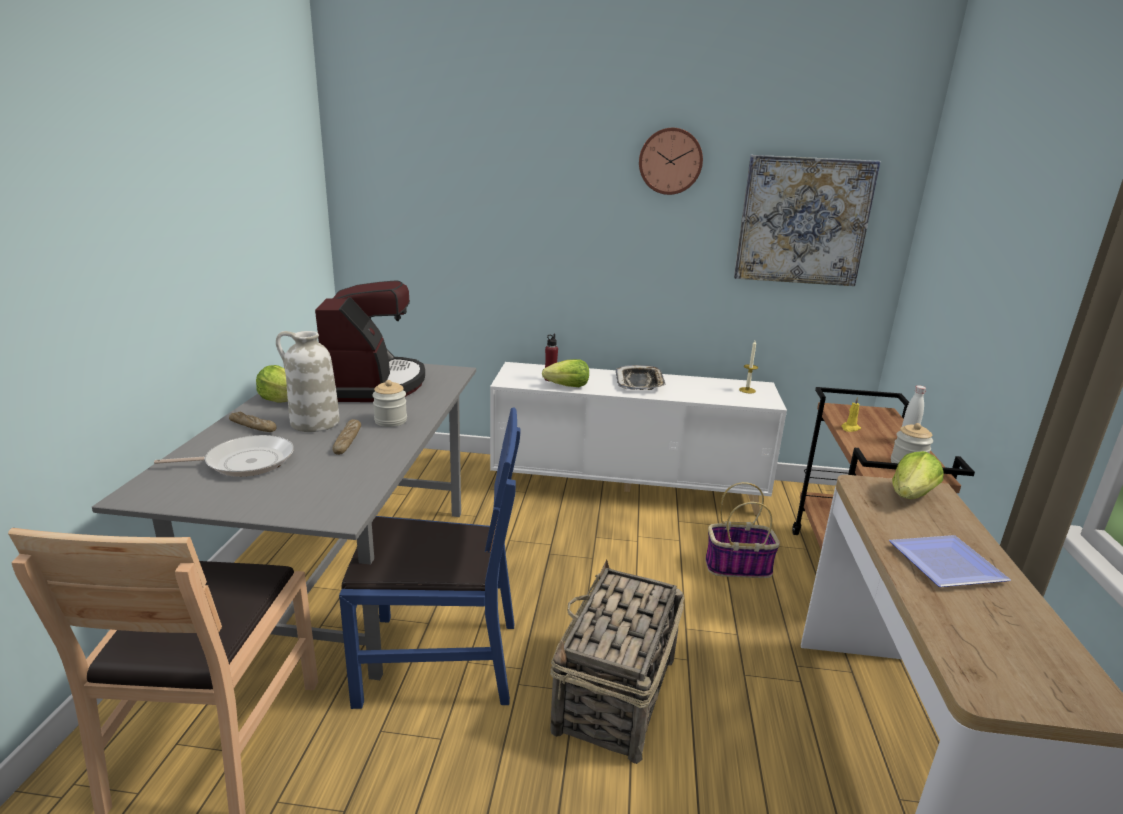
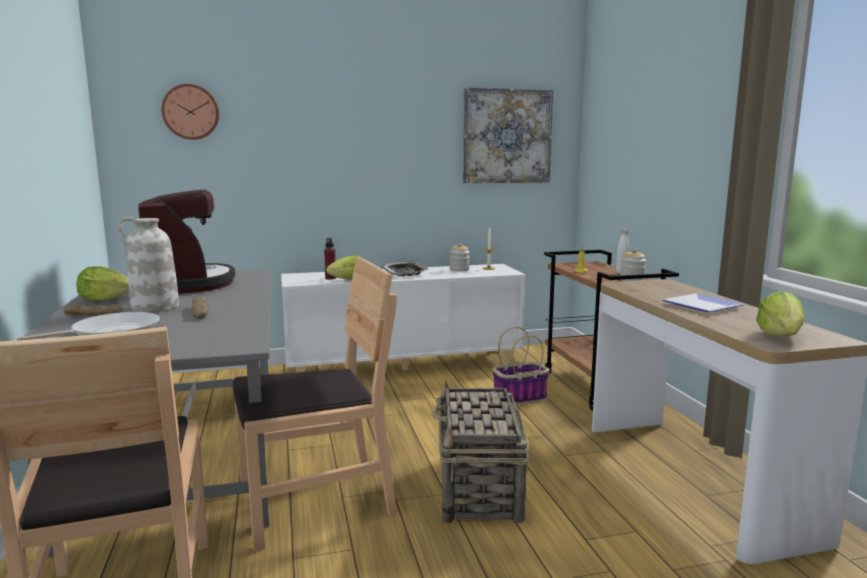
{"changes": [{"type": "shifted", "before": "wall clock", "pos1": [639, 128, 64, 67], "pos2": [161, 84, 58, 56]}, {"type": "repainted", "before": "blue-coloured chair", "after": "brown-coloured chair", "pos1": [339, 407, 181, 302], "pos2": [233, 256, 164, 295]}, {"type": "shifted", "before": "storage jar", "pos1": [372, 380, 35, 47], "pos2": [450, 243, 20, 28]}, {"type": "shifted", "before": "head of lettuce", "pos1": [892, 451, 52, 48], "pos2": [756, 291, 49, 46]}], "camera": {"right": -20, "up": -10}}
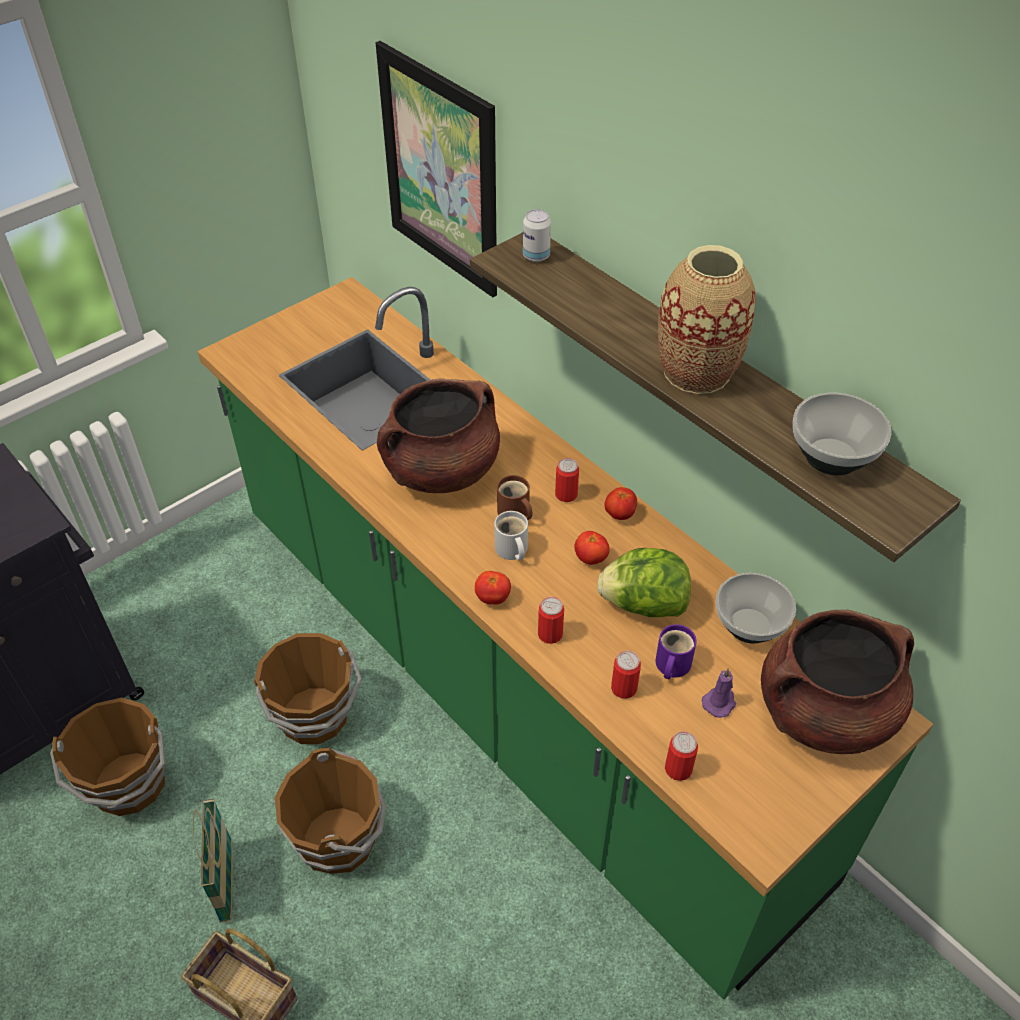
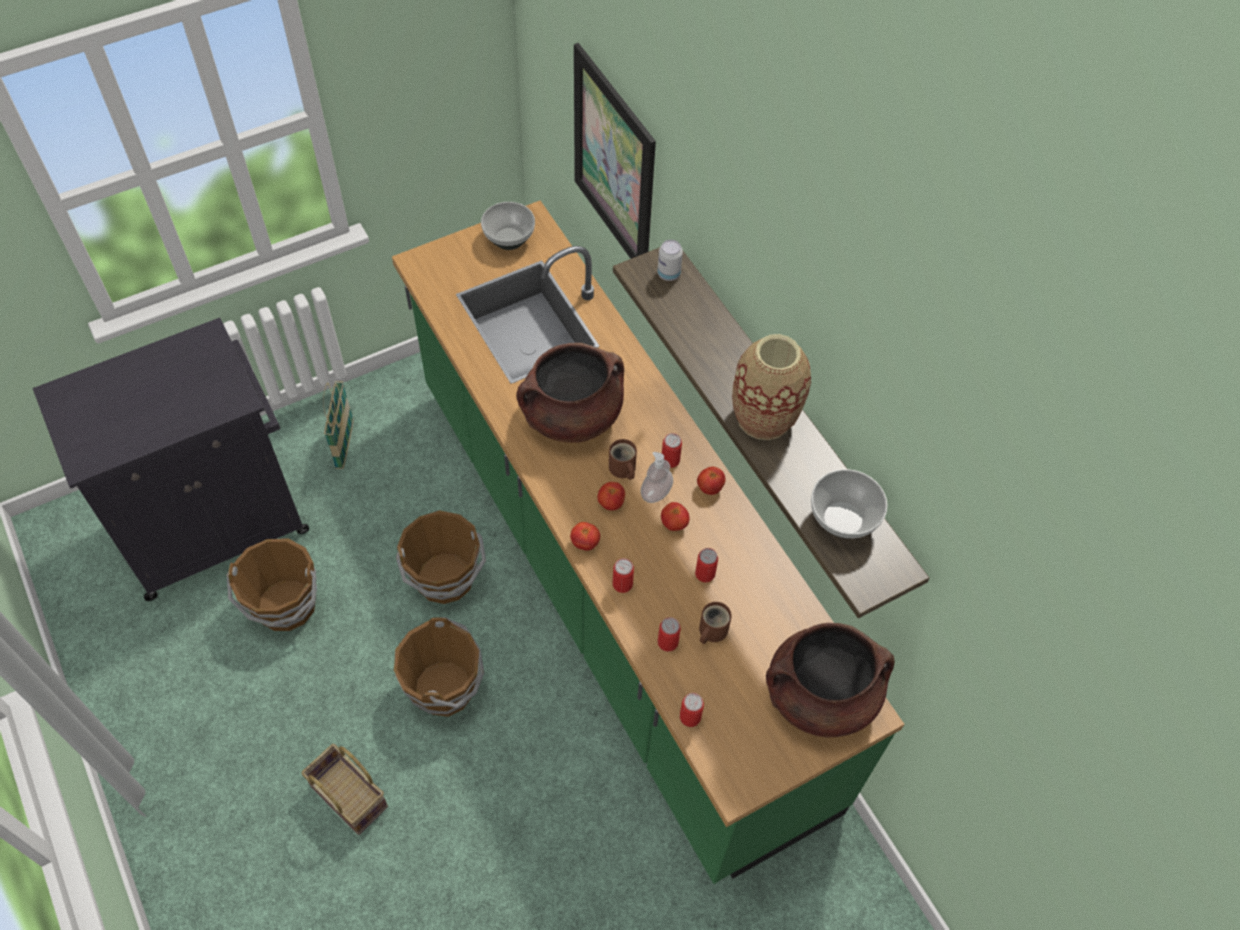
{"changes": [{"type": "shifted", "before": "storage basket", "pos1": [193, 799, 40, 124], "pos2": [323, 381, 31, 88]}, {"type": "shifted", "before": "deep dish", "pos1": [716, 573, 80, 71], "pos2": [481, 202, 54, 48]}, {"type": "swapped", "before": "whitish coffee mug", "after": "whole tomato", "pos1": [494, 511, 34, 49], "pos2": [597, 482, 28, 28]}, {"type": "new", "after": "soap bottle", "pos2": [641, 452, 32, 51]}, {"type": "swapped", "before": "head of lettuce", "after": "can", "pos1": [597, 548, 94, 69], "pos2": [695, 548, 23, 34]}, {"type": "repainted", "before": "purple-coloured coffee mug", "after": "brown-coloured coffee mug", "pos1": [656, 624, 41, 55], "pos2": [699, 602, 33, 42]}, {"type": "gone", "before": "purple-coloured candle", "pos1": [702, 668, 34, 50]}], "camera": {"right": 10, "up": 10}}
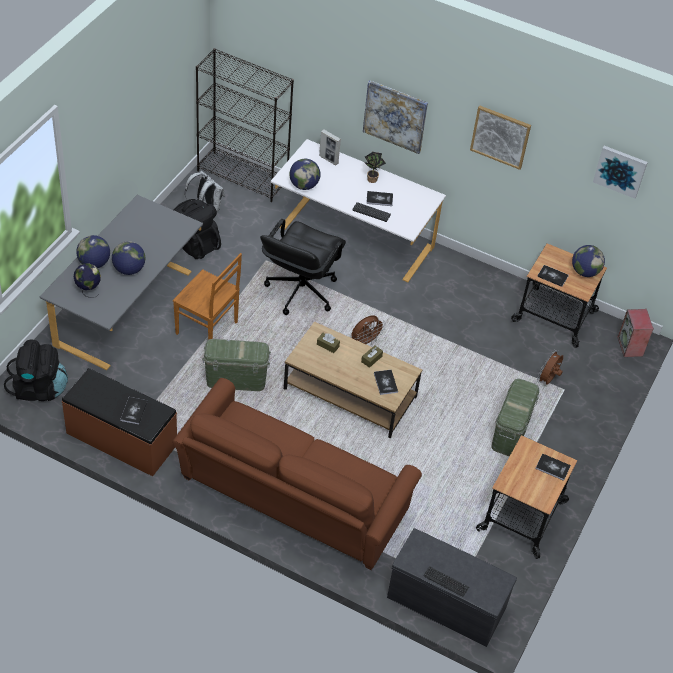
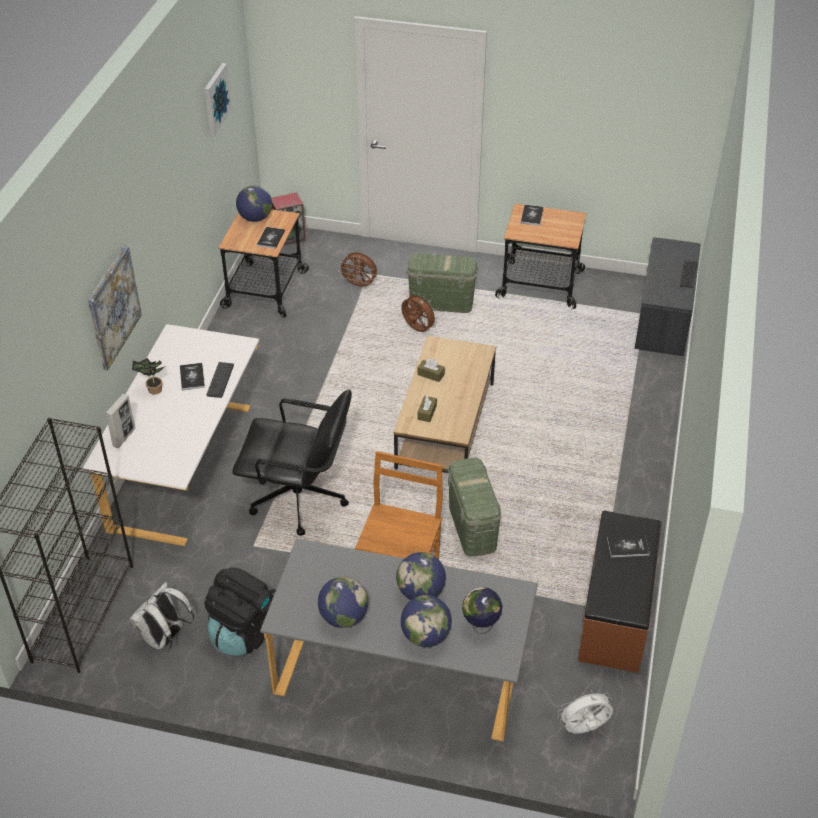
{"changes": [{"type": "shifted", "before": "world globe", "pos1": [289, 159, 32, 31], "pos2": [318, 577, 50, 51]}, {"type": "shifted", "before": "brown-coloured cooling fan", "pos1": [351, 315, 34, 29], "pos2": [401, 292, 37, 40]}, {"type": "swapped", "before": "blackish knapsack", "after": "whitish cooling fan", "pos1": [4, 339, 64, 62], "pos2": [557, 689, 56, 45]}, {"type": "gone", "before": "brown-coloured settee", "pos1": [173, 378, 249, 192]}, {"type": "gone", "before": "book", "pos1": [374, 370, 24, 25]}, {"type": "gone", "before": "picture", "pos1": [470, 106, 61, 64]}], "camera": {"right": -100, "up": -5}}
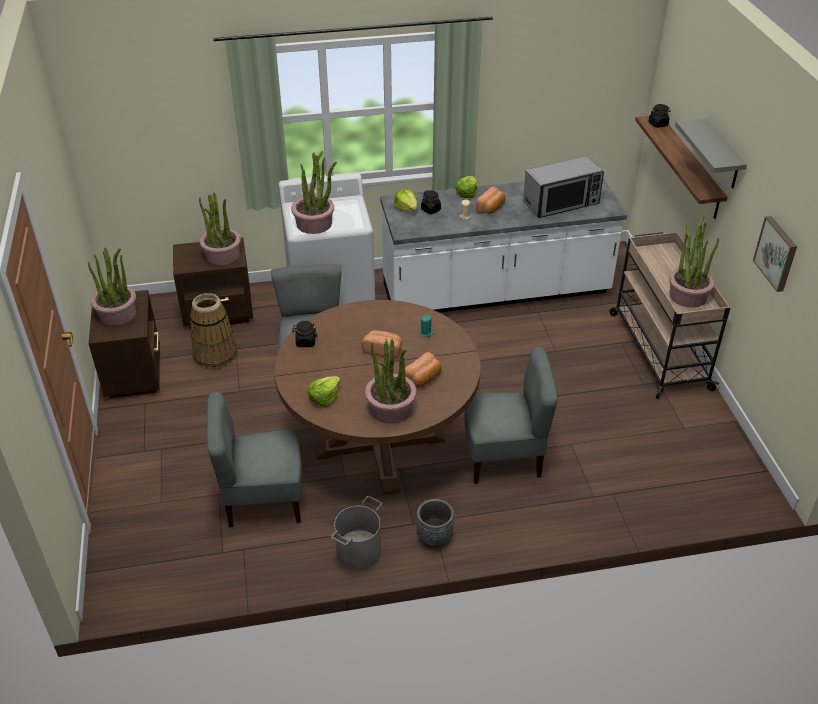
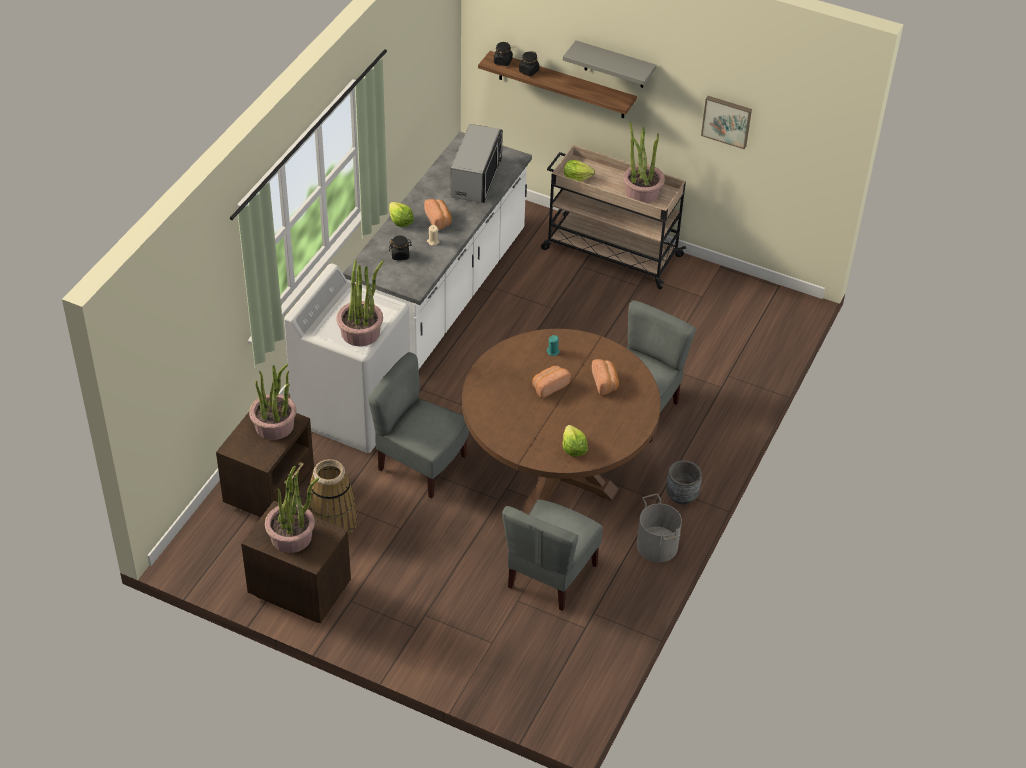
{"changes": [{"type": "shifted", "before": "blackish storage jar", "pos1": [292, 321, 26, 26], "pos2": [519, 51, 20, 25]}, {"type": "shifted", "before": "head of lettuce", "pos1": [394, 189, 23, 22], "pos2": [564, 160, 31, 21]}, {"type": "gone", "before": "plant in a pot", "pos1": [365, 338, 52, 86]}], "camera": {"right": -55, "up": 5}}
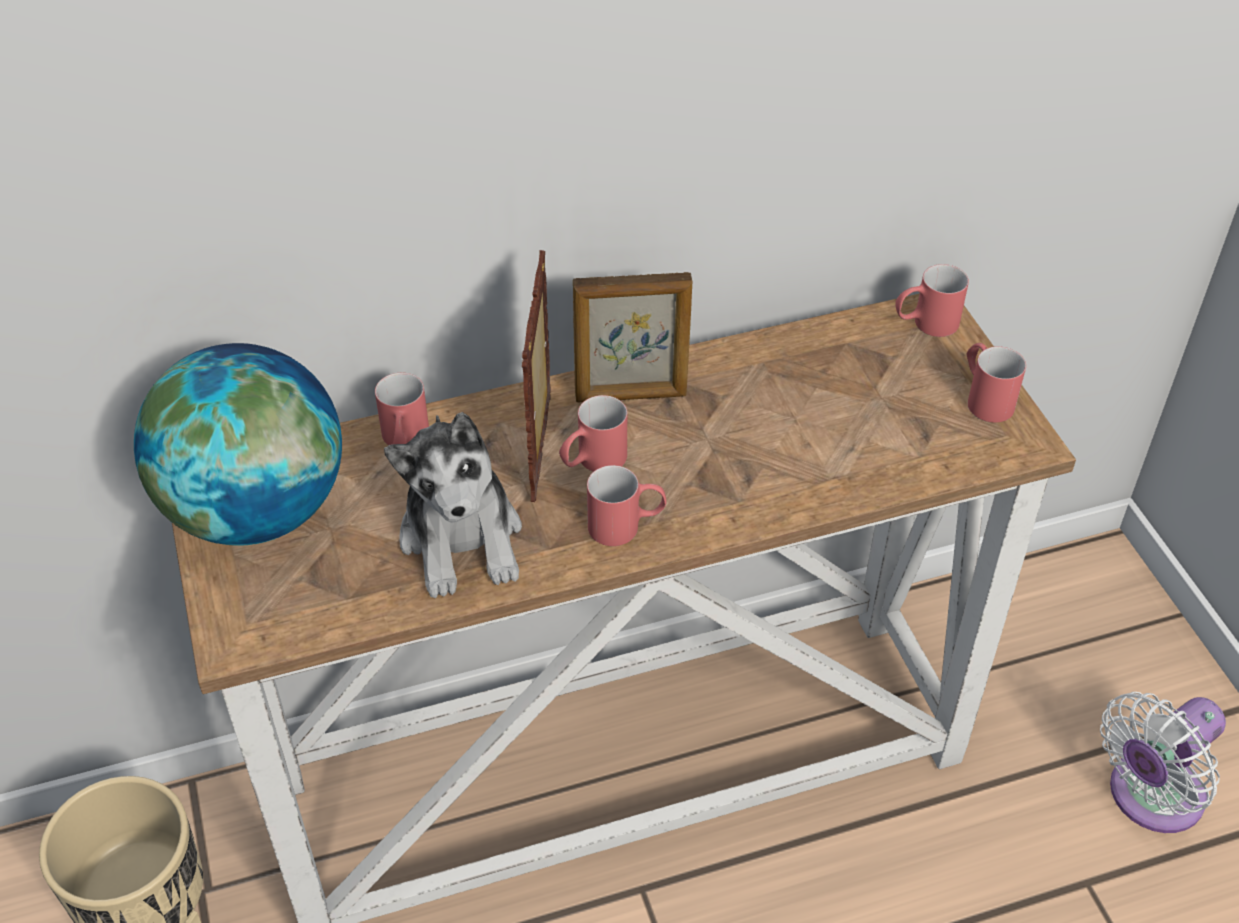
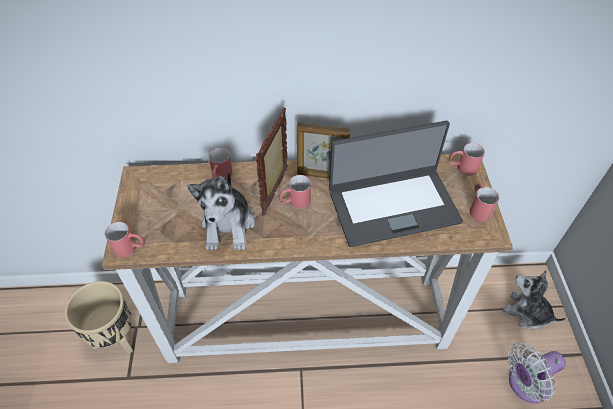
{"changes": [{"type": "shifted", "before": "red-coloured coffee mug", "pos1": [587, 465, 80, 81], "pos2": [104, 222, 41, 35]}, {"type": "new", "after": "notebook computer", "pos2": [329, 121, 134, 126]}, {"type": "new", "after": "soft toy", "pos2": [503, 270, 63, 59]}, {"type": "gone", "before": "world globe", "pos1": [134, 343, 208, 203]}], "camera": {"right": 15, "up": 5}}
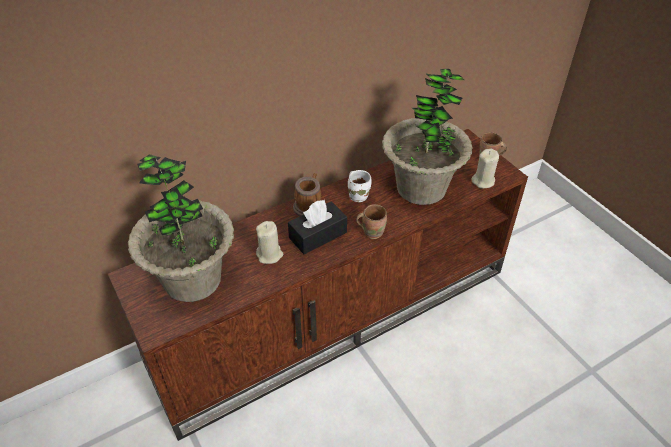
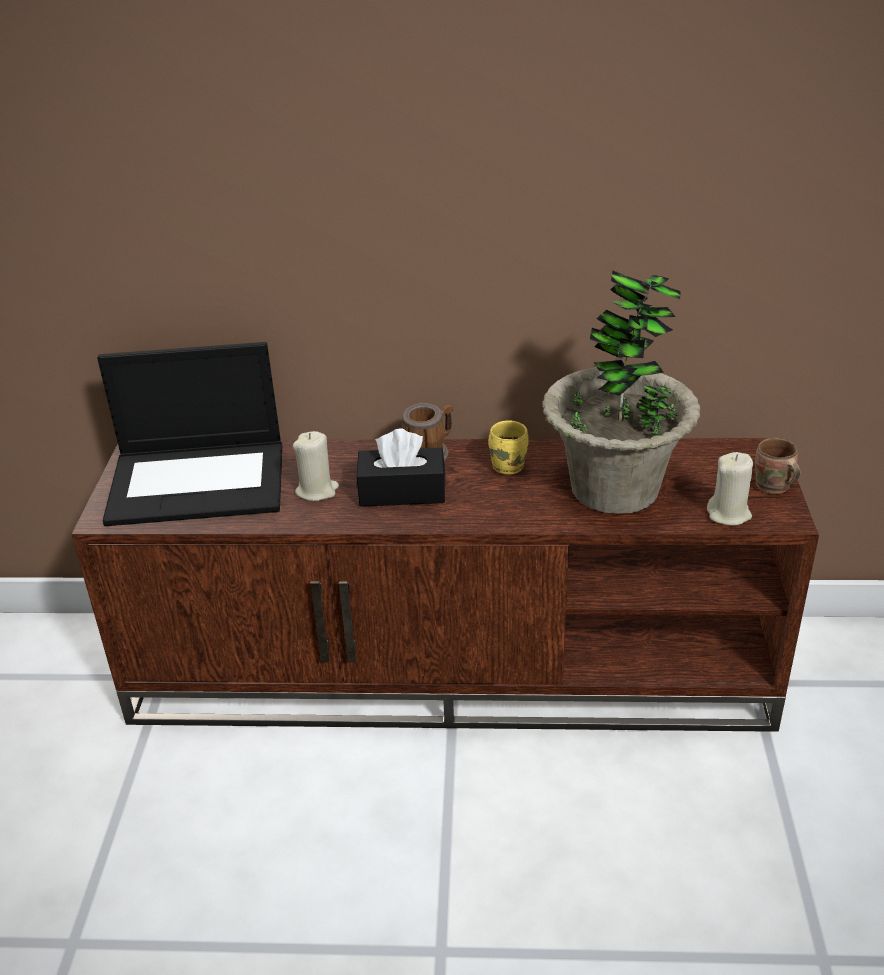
{"changes": [{"type": "swapped", "before": "plant in a pot", "after": "notebook computer", "pos1": [128, 154, 106, 148], "pos2": [97, 342, 185, 184]}, {"type": "repainted", "before": "whitish coffee mug", "after": "yellowish coffee mug", "pos1": [348, 170, 24, 32], "pos2": [488, 420, 41, 55]}, {"type": "gone", "before": "brown-coloured coffee mug", "pos1": [356, 204, 31, 35]}], "camera": {"right": 35, "up": -10}}
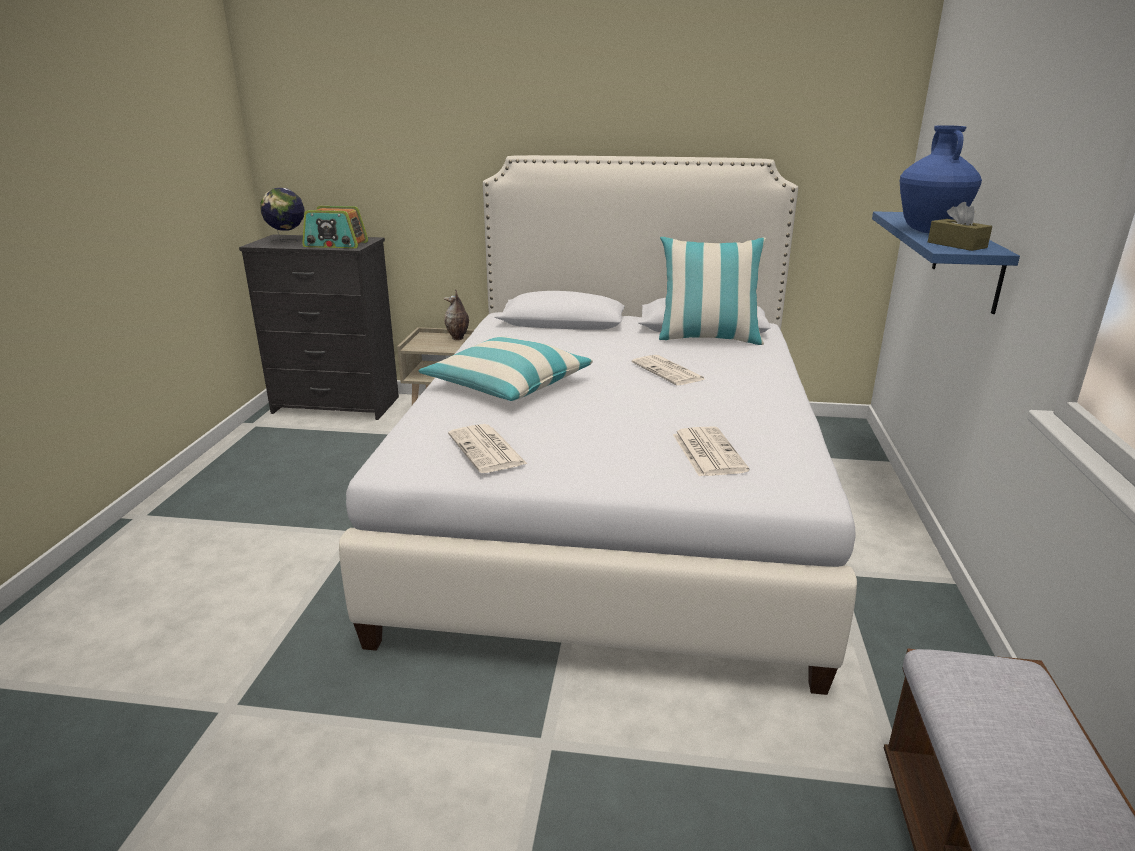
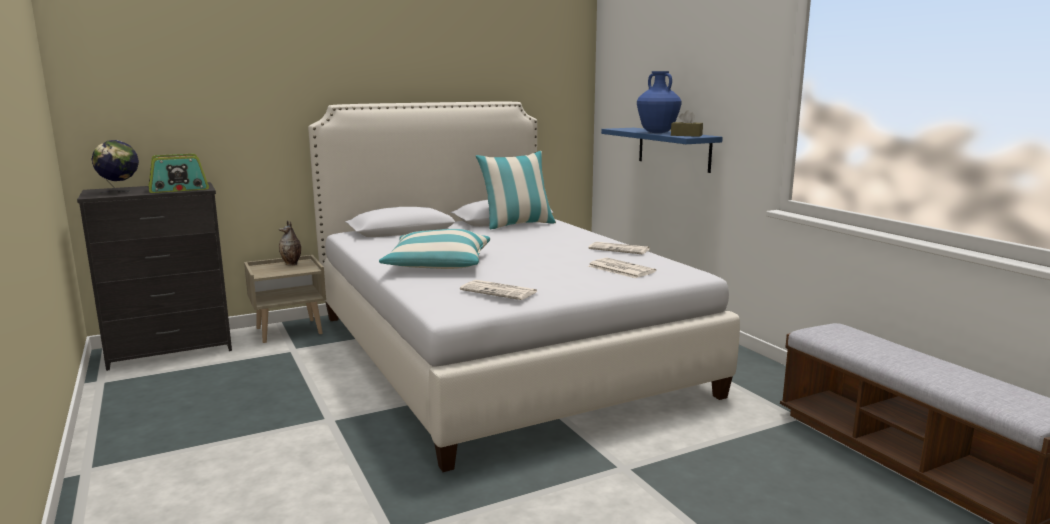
{"changes": [{"type": "shifted", "before": "newspaper", "pos1": [632, 355, 73, 30], "pos2": [589, 242, 60, 12]}], "camera": {"right": -35, "up": -10}}
